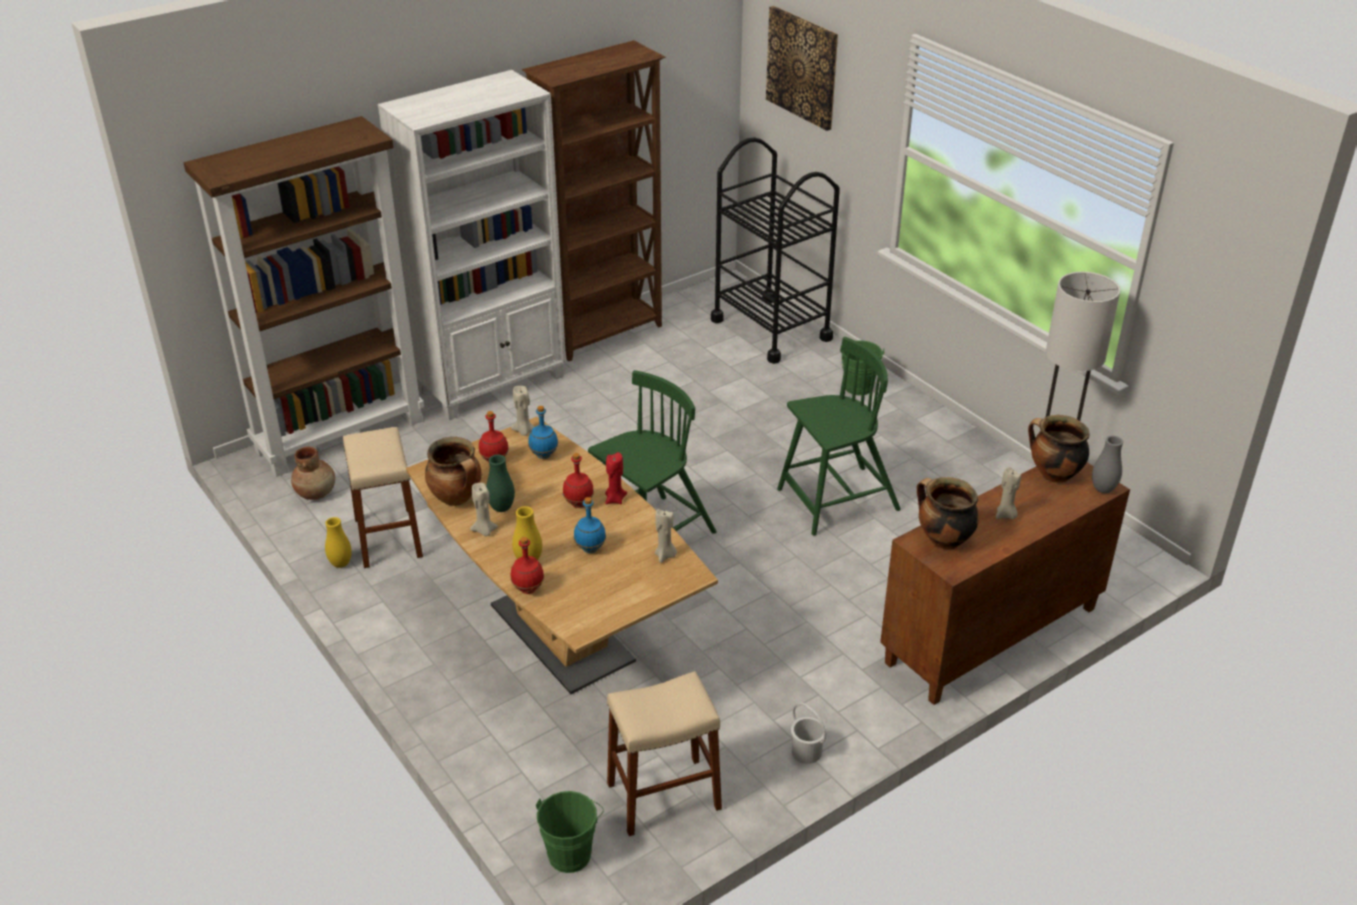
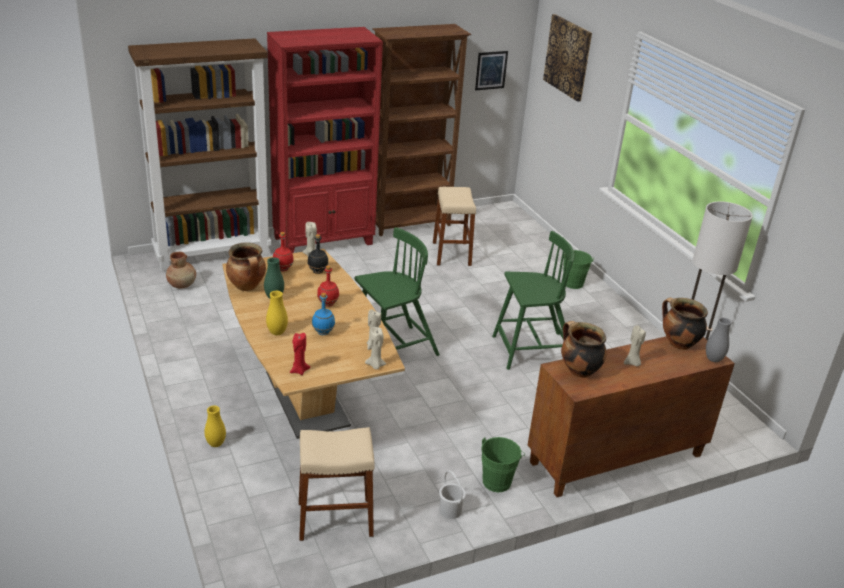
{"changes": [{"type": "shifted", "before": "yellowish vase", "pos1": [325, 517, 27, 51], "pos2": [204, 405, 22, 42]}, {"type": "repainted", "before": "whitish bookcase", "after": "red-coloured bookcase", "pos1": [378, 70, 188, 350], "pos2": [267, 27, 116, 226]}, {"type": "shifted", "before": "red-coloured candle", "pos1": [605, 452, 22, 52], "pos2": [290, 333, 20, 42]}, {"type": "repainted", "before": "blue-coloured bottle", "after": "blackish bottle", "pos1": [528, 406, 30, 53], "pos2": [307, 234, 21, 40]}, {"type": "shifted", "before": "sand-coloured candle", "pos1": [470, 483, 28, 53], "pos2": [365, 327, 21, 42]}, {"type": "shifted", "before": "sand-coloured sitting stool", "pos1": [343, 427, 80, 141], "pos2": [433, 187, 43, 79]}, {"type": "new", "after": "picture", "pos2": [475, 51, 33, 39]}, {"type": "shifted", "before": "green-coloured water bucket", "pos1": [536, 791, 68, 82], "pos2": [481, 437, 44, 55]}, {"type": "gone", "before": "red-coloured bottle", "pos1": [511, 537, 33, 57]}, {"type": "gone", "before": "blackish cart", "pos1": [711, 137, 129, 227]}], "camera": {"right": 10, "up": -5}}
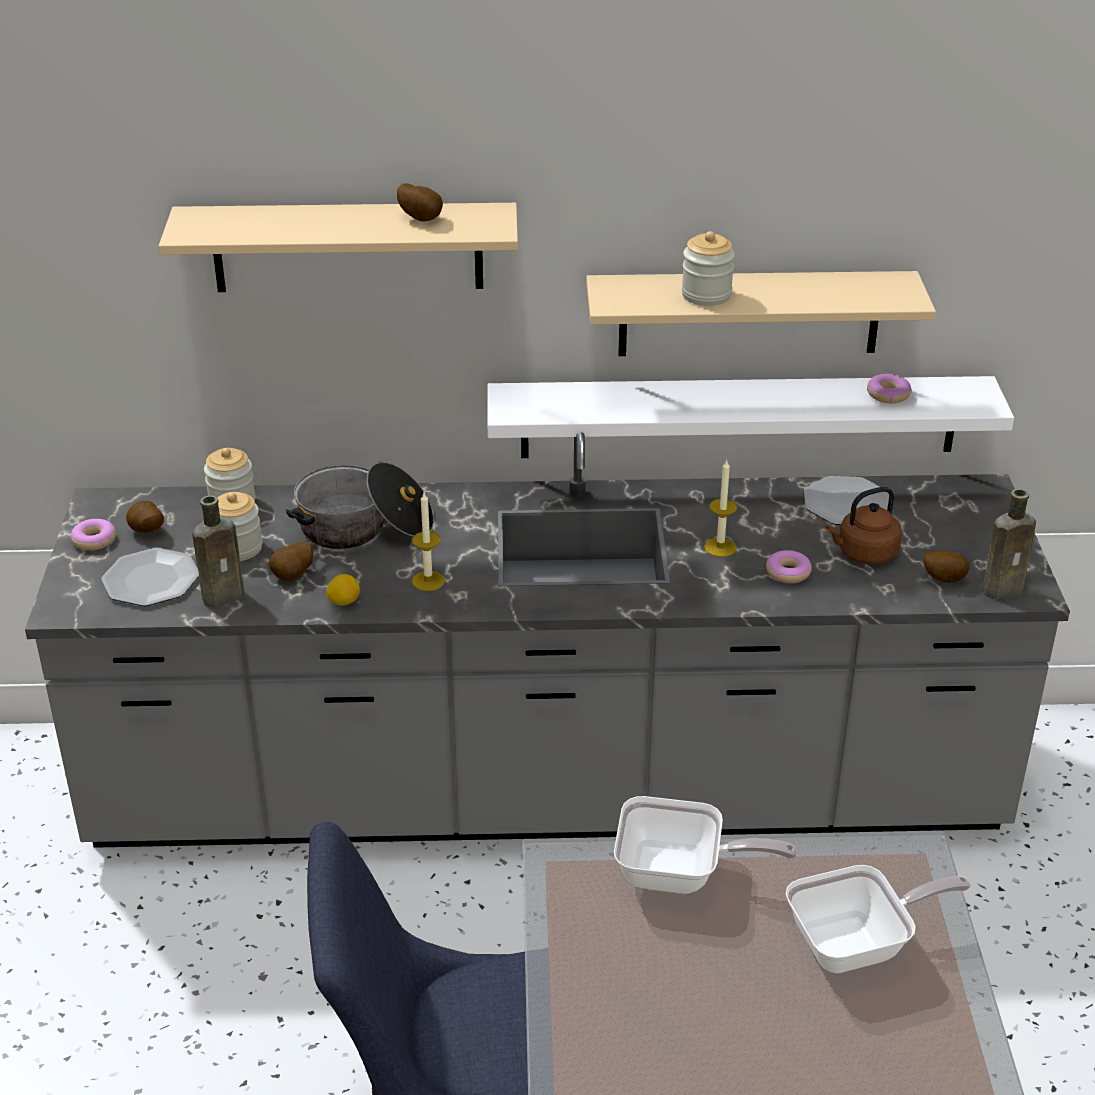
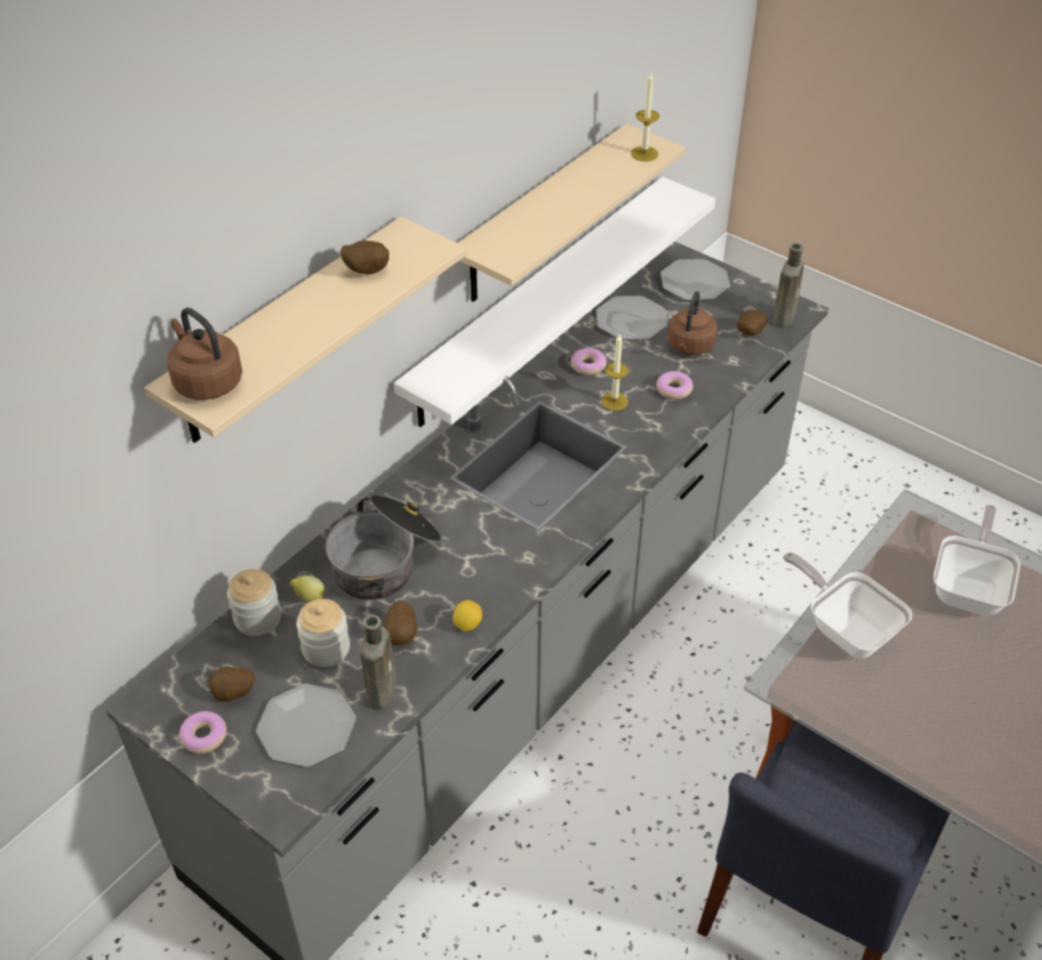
{"changes": [{"type": "new", "after": "brown-coloured water kettle", "pos2": [167, 308, 75, 92]}, {"type": "new", "after": "whole lemon", "pos2": [290, 575, 35, 27]}, {"type": "shifted", "before": "donut", "pos1": [867, 374, 45, 29], "pos2": [571, 348, 36, 27]}, {"type": "shifted", "before": "candle", "pos1": [412, 493, 33, 98], "pos2": [631, 72, 29, 90]}, {"type": "new", "after": "plate", "pos2": [660, 259, 70, 42]}, {"type": "rotated", "before": "frying pan", "pos1": [614, 796, 183, 98], "pos2": [783, 552, 130, 107], "turn": -90}, {"type": "gone", "before": "storage jar", "pos1": [682, 231, 53, 75]}], "camera": {"right": -50, "up": 10}}
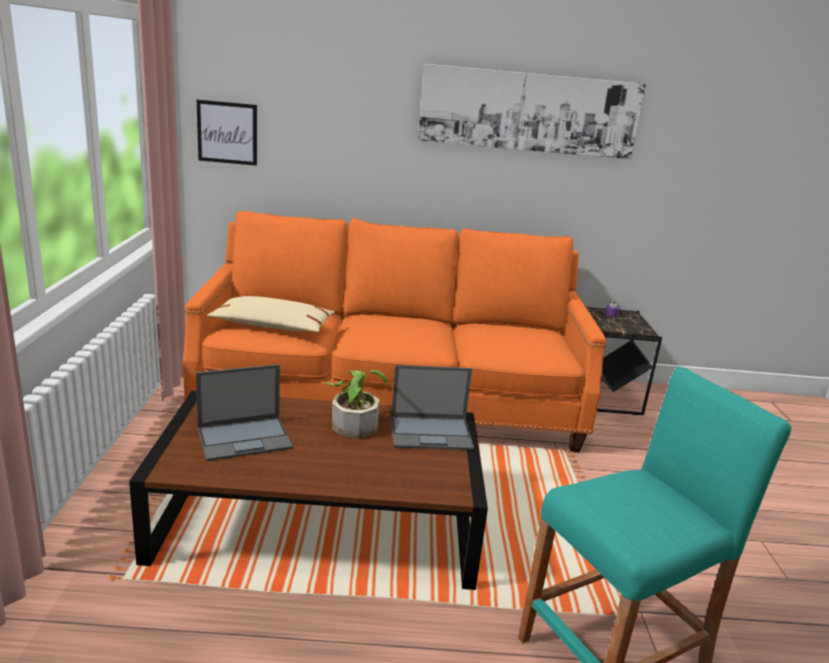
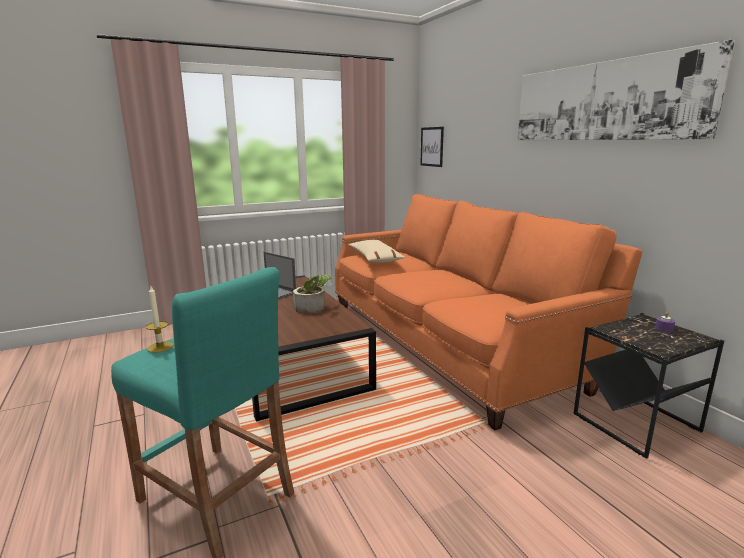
{"changes": [{"type": "new", "after": "candle", "pos2": [146, 286, 27, 67]}, {"type": "gone", "before": "notebook computer", "pos1": [391, 365, 83, 85]}], "camera": {"right": 65, "up": -5}}
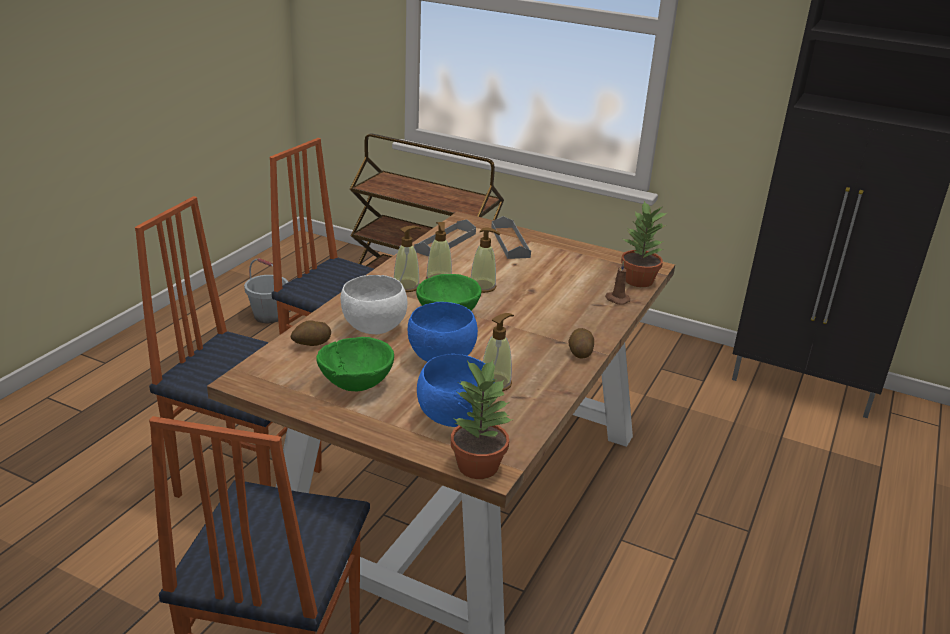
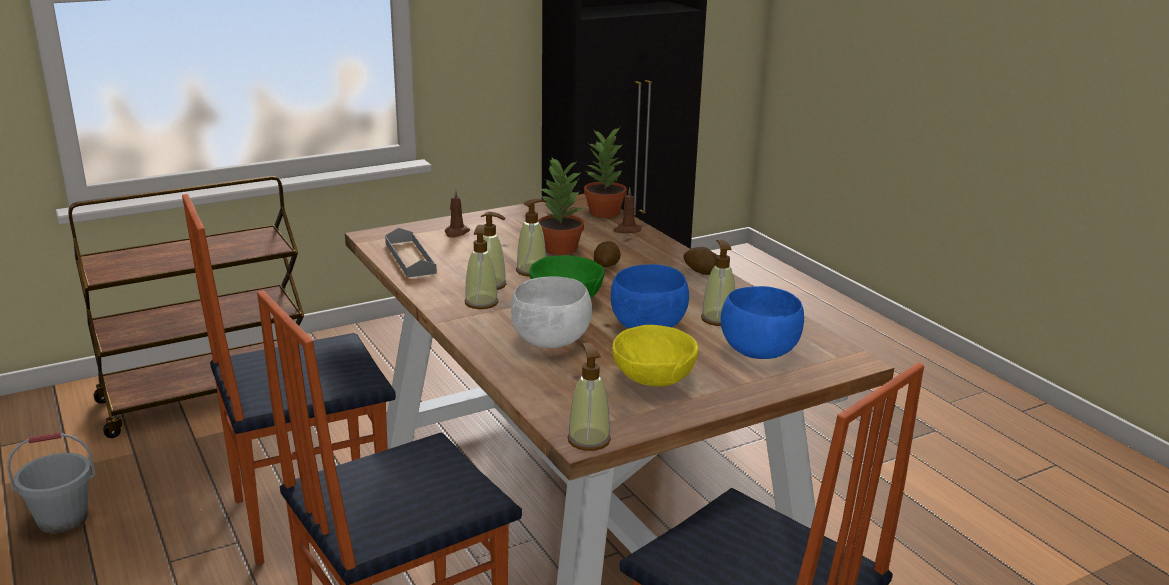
{"changes": [{"type": "swapped", "before": "gray carrying tray", "after": "brown-coloured candle", "pos1": [491, 216, 40, 43], "pos2": [444, 188, 26, 50]}, {"type": "shifted", "before": "plant in a pot", "pos1": [451, 360, 63, 119], "pos2": [538, 158, 46, 97]}, {"type": "new", "after": "soap bottle", "pos2": [567, 343, 44, 108]}, {"type": "shifted", "before": "spud", "pos1": [290, 320, 41, 26], "pos2": [594, 241, 27, 26]}, {"type": "repainted", "before": "green-coloured deep dish", "after": "yellowish deep dish", "pos1": [316, 337, 78, 54], "pos2": [612, 325, 87, 62]}], "camera": {"right": -55, "up": -5}}
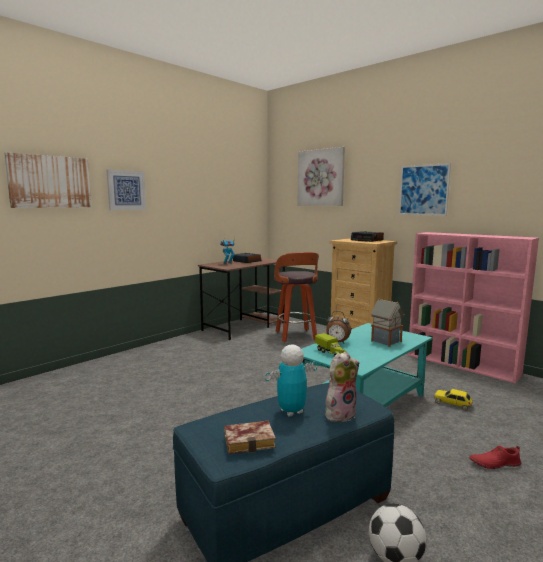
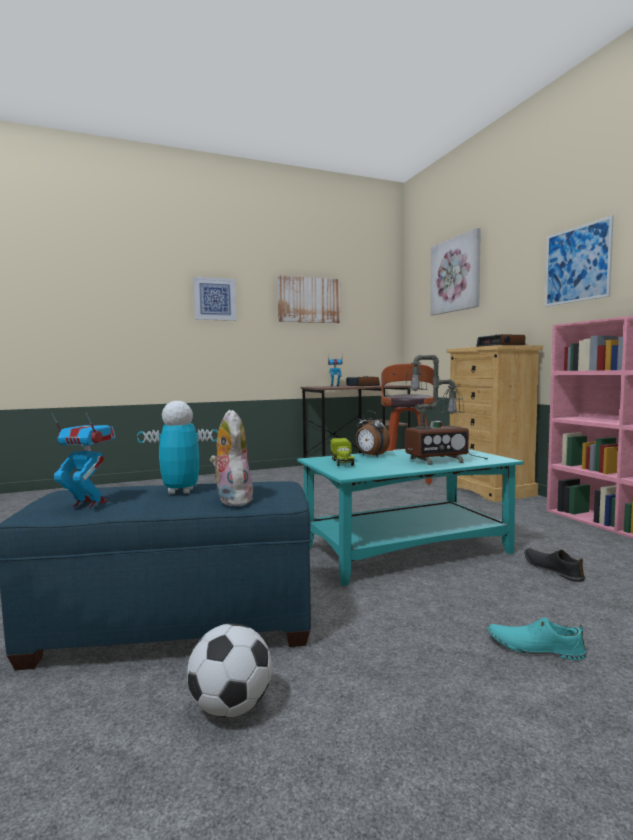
{"changes": [{"type": "swapped", "before": "book", "after": "toy robot", "pos1": [224, 421, 52, 33], "pos2": [51, 413, 65, 95]}, {"type": "rotated", "before": "soft toy", "pos1": [325, 352, 34, 70], "pos2": [210, 410, 43, 96], "turn": -105}, {"type": "shifted", "before": "picture", "pos1": [4, 152, 88, 56], "pos2": [277, 275, 64, 48]}, {"type": "swapped", "before": "miniature house", "after": "lamp for a table", "pos1": [371, 298, 34, 49], "pos2": [404, 355, 84, 110]}, {"type": "repainted", "before": "red-coloured item of footwear", "after": "blue-green item of footwear", "pos1": [470, 445, 51, 24], "pos2": [487, 617, 99, 43]}, {"type": "swapped", "before": "model car", "after": "blackish item of footwear", "pos1": [434, 389, 39, 21], "pos2": [524, 548, 61, 34]}], "camera": {"right": 25, "up": -5}}
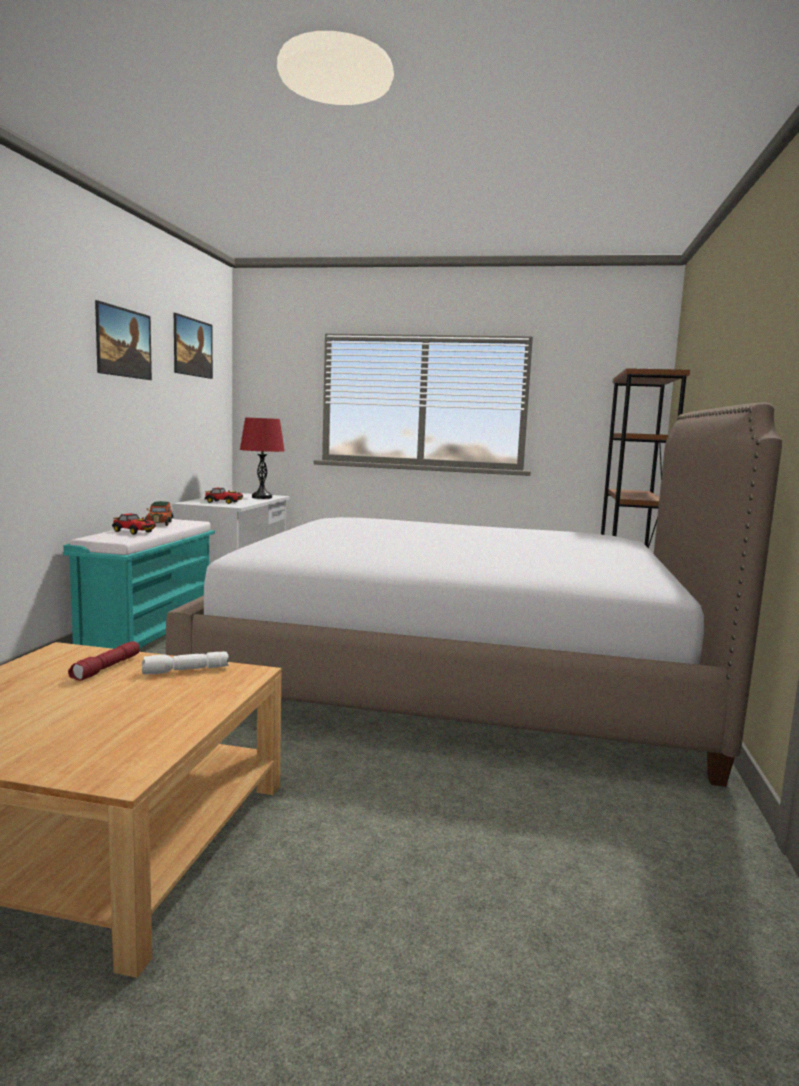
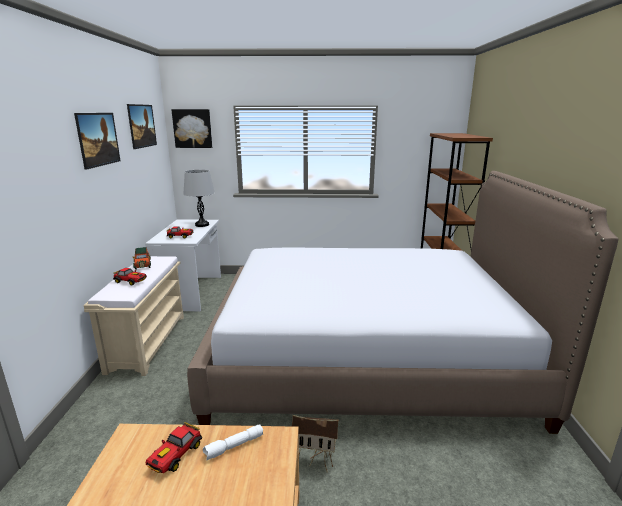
{"changes": [{"type": "repainted", "before": "blue-green bench", "after": "sand-coloured bench", "pos1": [63, 519, 152, 130], "pos2": [83, 256, 101, 120]}, {"type": "swapped", "before": "red-coloured flashlight", "after": "model car", "pos1": [68, 641, 71, 40], "pos2": [146, 422, 56, 51]}, {"type": "new", "after": "picture", "pos2": [172, 109, 40, 39]}, {"type": "repainted", "before": "red-coloured lamp for a table", "after": "gray lamp for a table", "pos1": [240, 418, 45, 81], "pos2": [183, 170, 32, 57]}, {"type": "new", "after": "miniature house", "pos2": [292, 415, 47, 58]}], "camera": {"right": -10, "up": 10}}
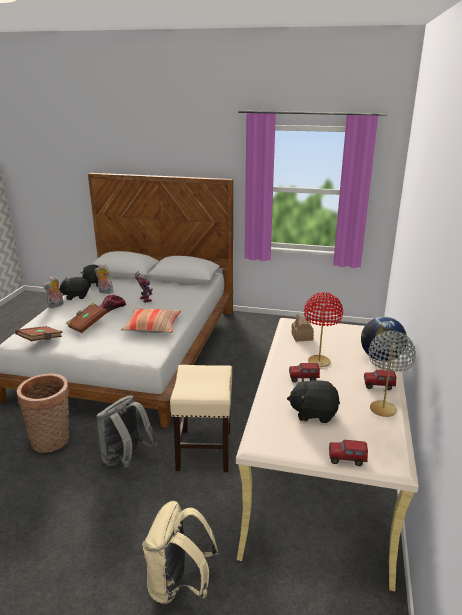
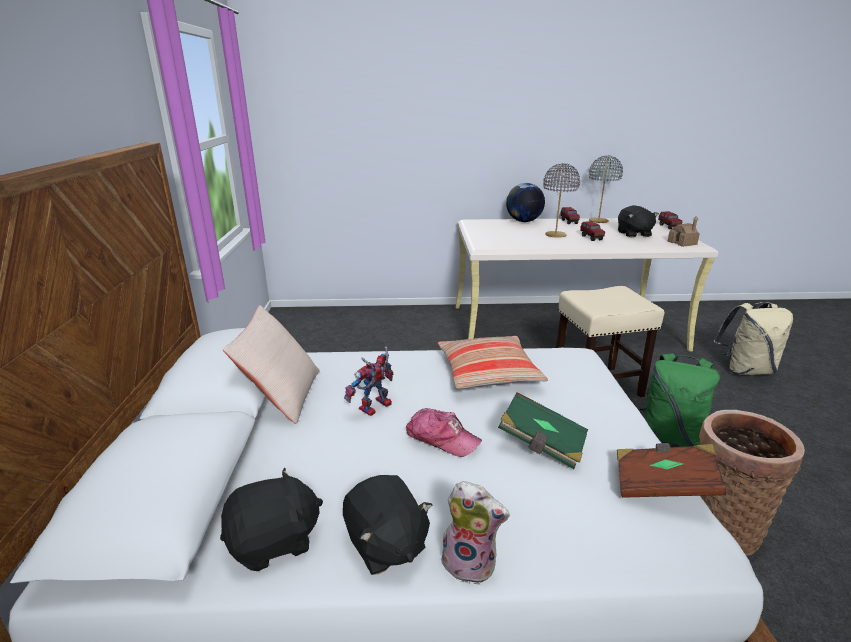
{"changes": [{"type": "new", "after": "sand-coloured pillow", "pos2": [223, 305, 97, 119]}, {"type": "repainted", "before": "brown-coloured book", "after": "green-coloured book", "pos1": [66, 303, 42, 30], "pos2": [498, 392, 90, 77]}, {"type": "repainted", "before": "red-coloured lamp for a table", "after": "gray lamp for a table", "pos1": [304, 292, 39, 75], "pos2": [543, 163, 37, 75]}, {"type": "repainted", "before": "gray knapsack", "after": "green-coloured knapsack", "pos1": [96, 395, 61, 72], "pos2": [640, 353, 80, 94]}, {"type": "shifted", "before": "miniature house", "pos1": [291, 314, 23, 28], "pos2": [667, 216, 33, 31]}, {"type": "gone", "before": "soft toy", "pos1": [94, 264, 19, 30]}], "camera": {"right": -105, "up": 0}}
